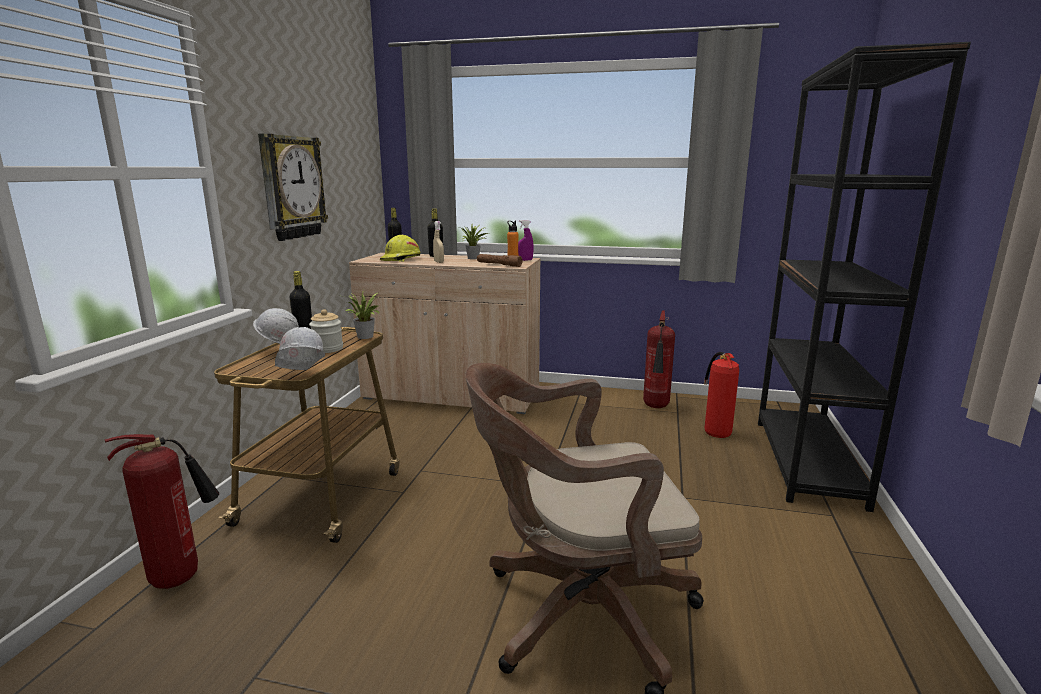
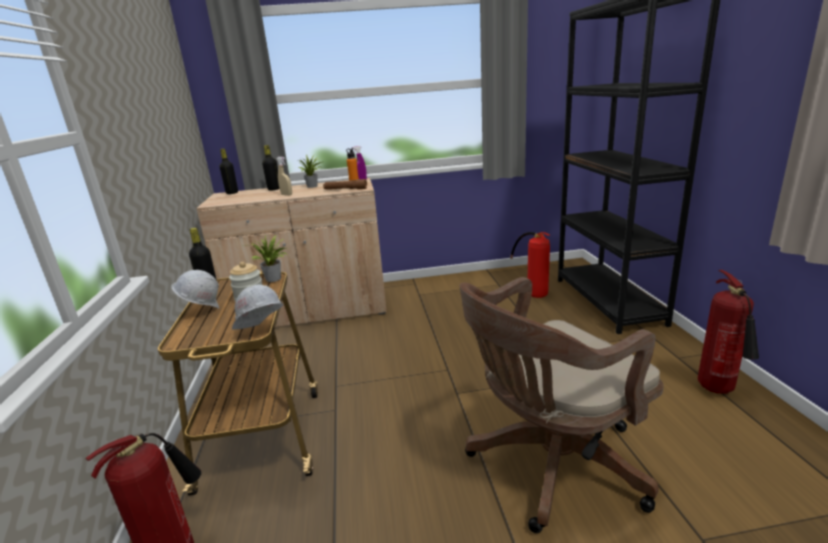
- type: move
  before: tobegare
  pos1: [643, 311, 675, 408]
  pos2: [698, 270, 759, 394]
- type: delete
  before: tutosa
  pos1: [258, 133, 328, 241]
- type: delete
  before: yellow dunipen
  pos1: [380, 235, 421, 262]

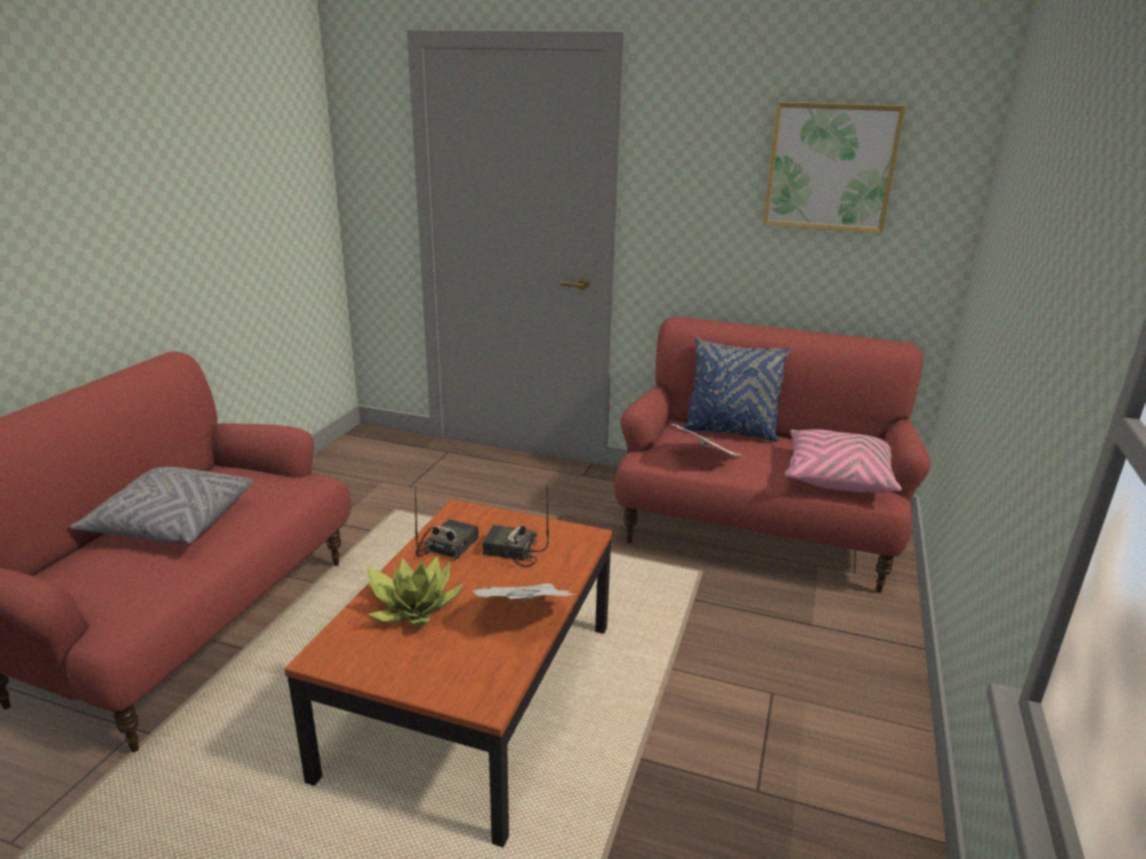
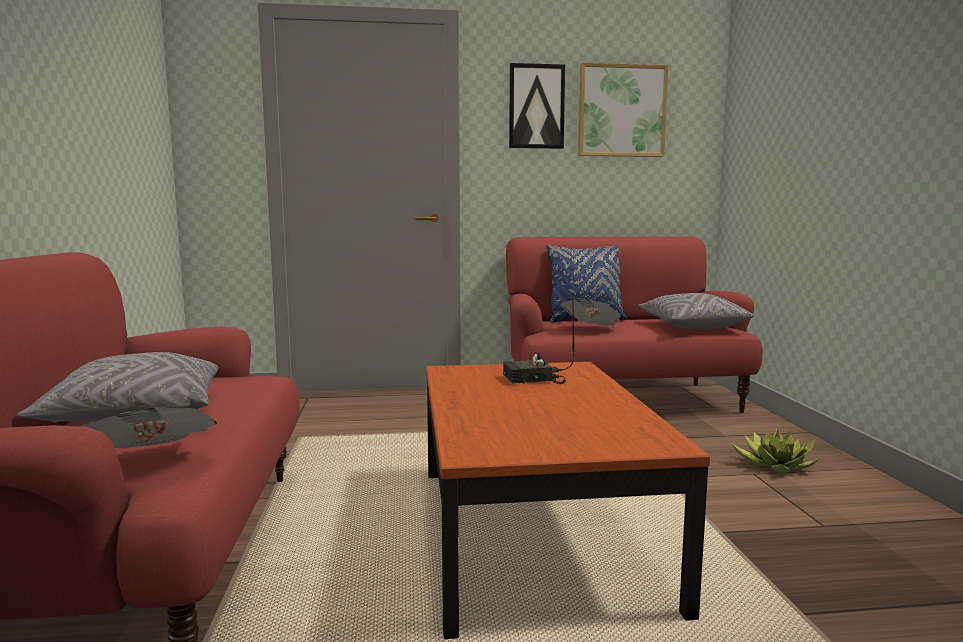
- type: move
  before: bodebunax
  pos1: [473, 584, 576, 602]
  pos2: [79, 407, 218, 448]
- type: insert
  after: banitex
  pos2: [509, 63, 565, 149]
- type: recolor
  before: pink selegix
  after: grey selegix
  pos1: [784, 429, 902, 493]
  pos2: [638, 293, 754, 330]
- type: move
  before: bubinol
  pos1: [367, 556, 464, 626]
  pos2: [731, 429, 820, 473]
- type: delete
  before: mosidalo
  pos1: [415, 486, 479, 561]

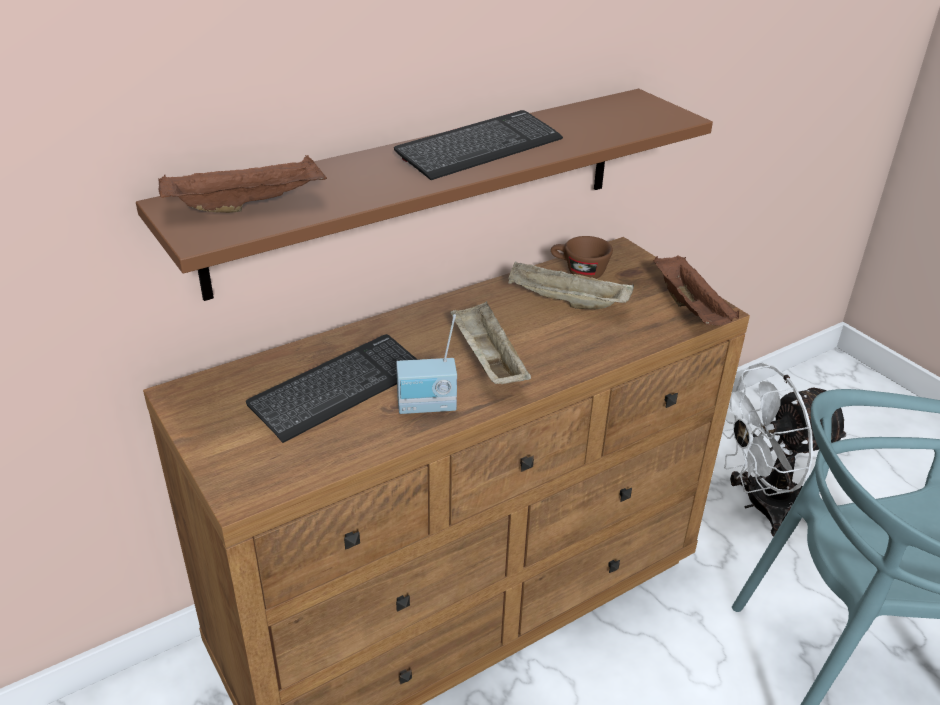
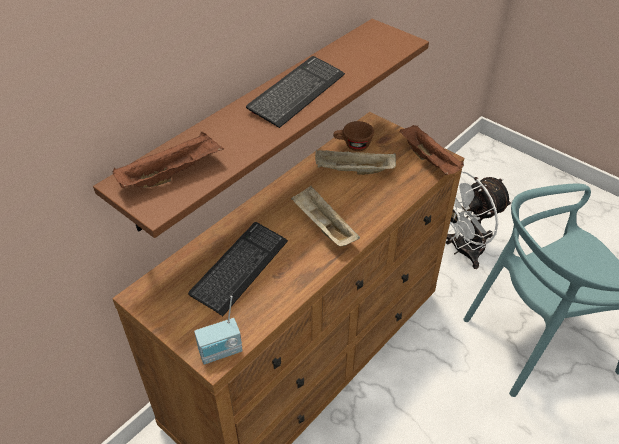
- type: move
  before: mosidalo
  pos1: [396, 314, 457, 414]
  pos2: [194, 296, 243, 364]

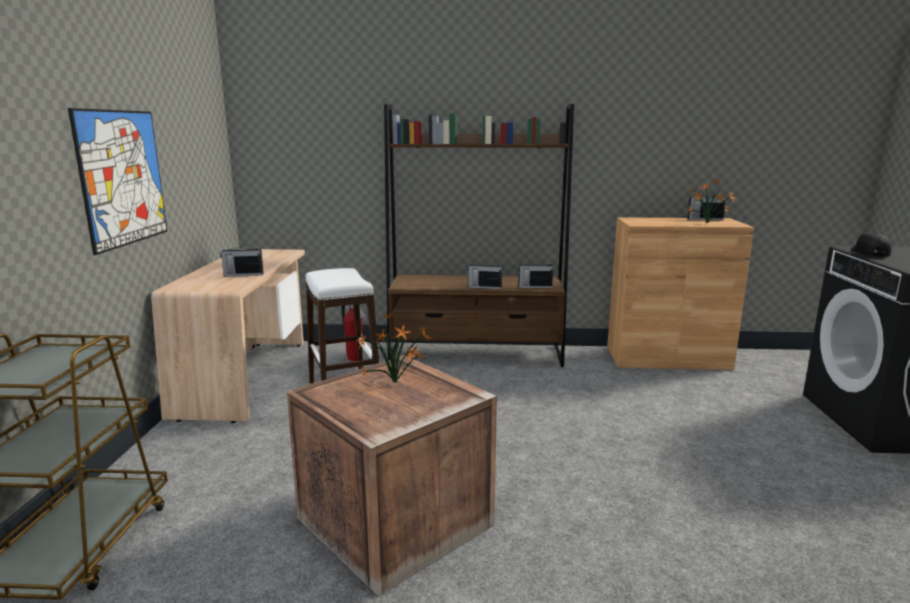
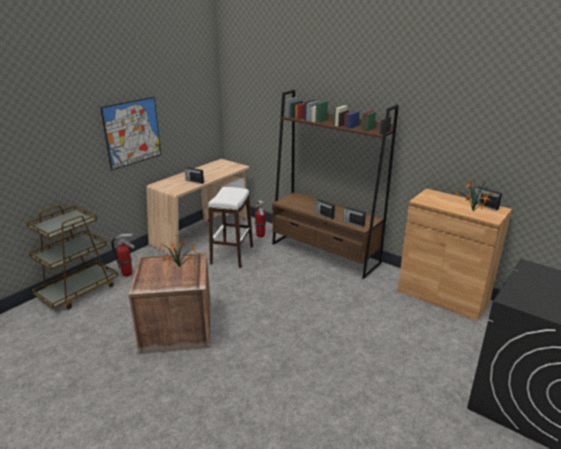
- type: insert
  after: tobegare
  pos2: [111, 233, 135, 277]
- type: delete
  before: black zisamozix
  pos1: [851, 232, 892, 257]

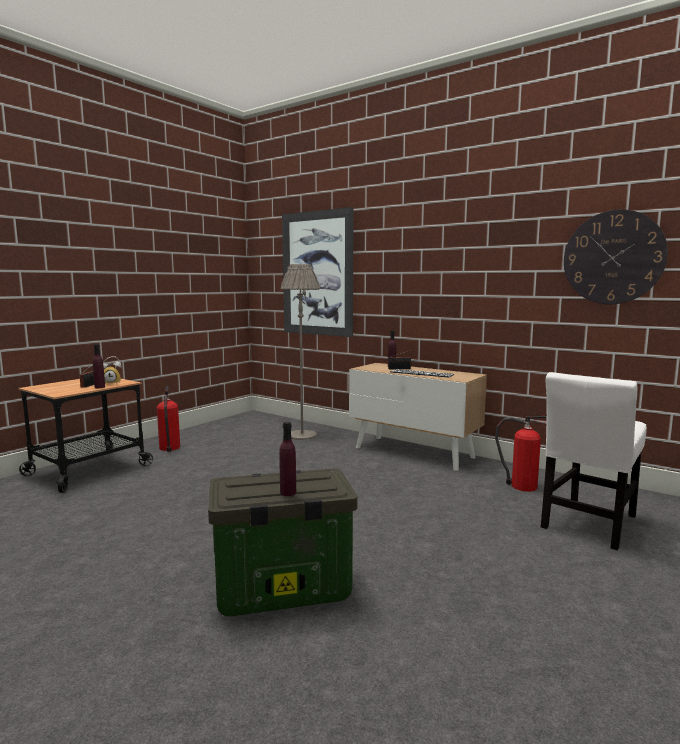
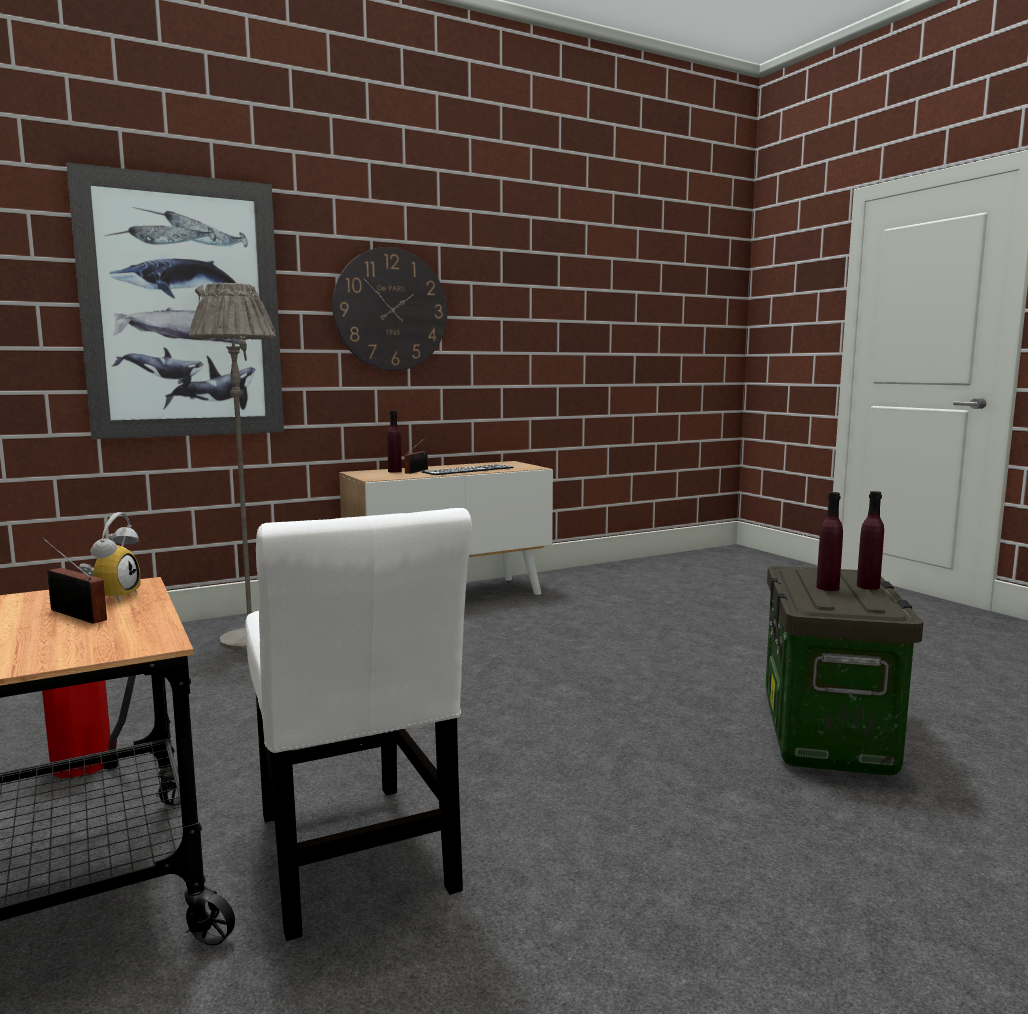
- type: move
  before: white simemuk
  pos1: [541, 372, 647, 550]
  pos2: [245, 508, 472, 941]
- type: move
  before: tutosa
  pos1: [564, 209, 668, 304]
  pos2: [332, 247, 447, 371]
- type: move
  before: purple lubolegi
  pos1: [93, 344, 105, 388]
  pos2: [816, 492, 843, 591]
- type: delete
  before: tobegare
  pos1: [495, 416, 547, 492]

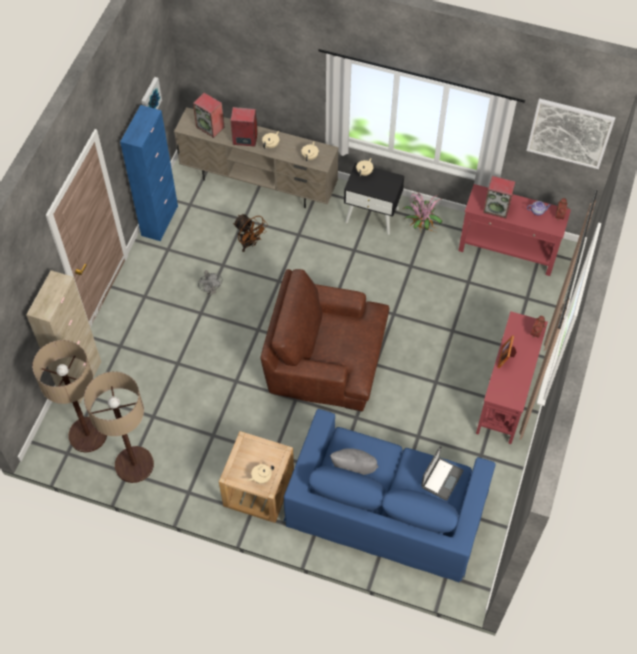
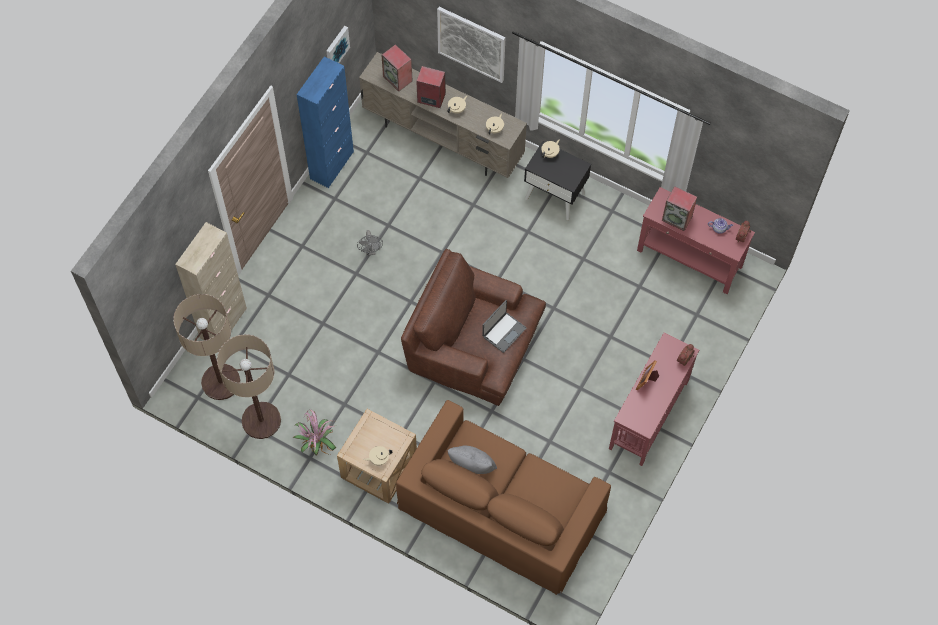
- type: move
  before: bubinol
  pos1: [403, 192, 443, 232]
  pos2: [293, 410, 336, 456]
- type: recolor
  before: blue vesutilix
  after: brown vesutilix
  pos1: [284, 409, 496, 582]
  pos2: [396, 400, 611, 595]
- type: move
  before: banitex
  pos1: [526, 98, 616, 169]
  pos2: [437, 7, 505, 83]
- type: move
  before: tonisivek
  pos1: [421, 445, 464, 501]
  pos2: [482, 300, 526, 353]
- type: delete
  before: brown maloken
  pos1: [233, 214, 268, 252]

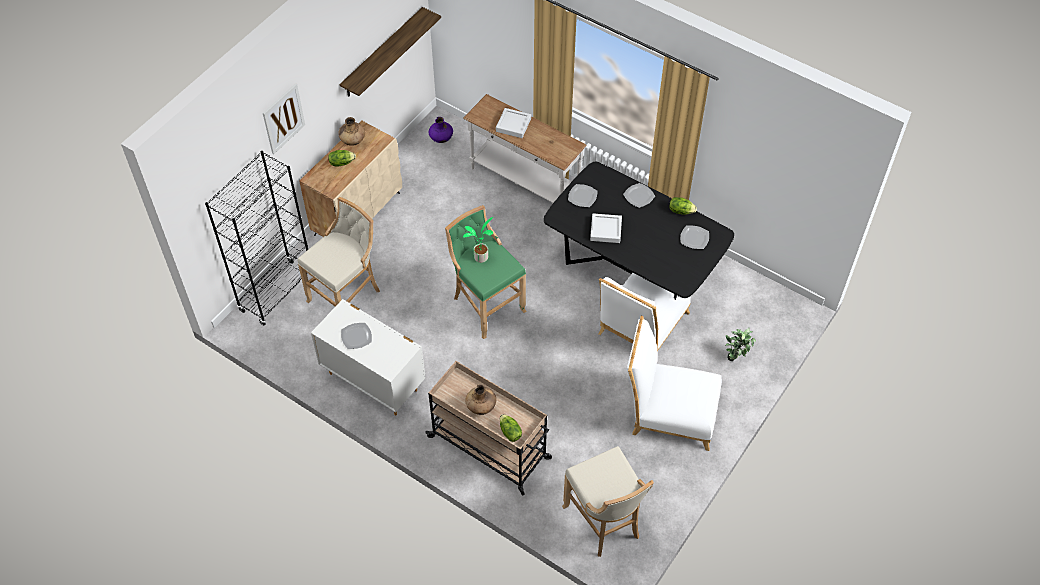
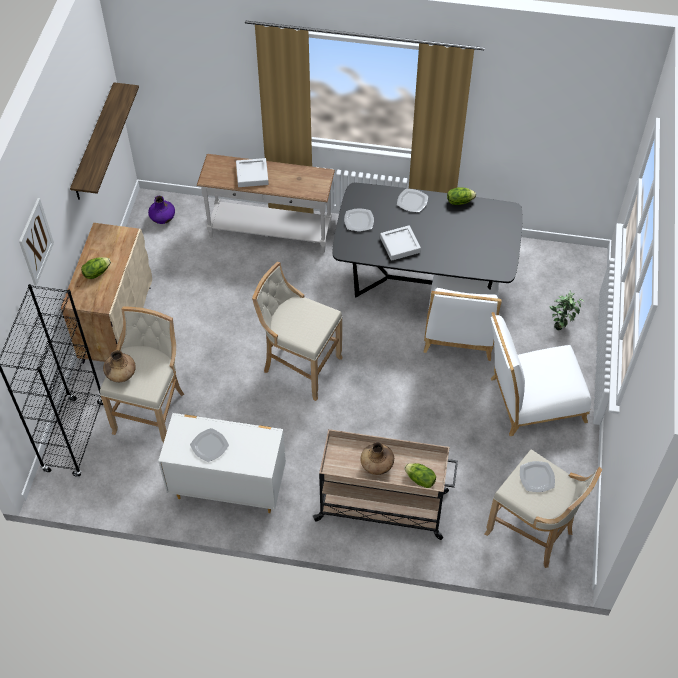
- type: move
  before: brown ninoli
  pos1: [338, 117, 365, 146]
  pos2: [103, 350, 136, 382]
- type: recolor
  before: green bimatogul
  after: beige bimatogul
  pos1: [445, 205, 526, 339]
  pos2: [252, 262, 343, 401]
- type: move
  before: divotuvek
  pos1: [680, 226, 709, 249]
  pos2: [520, 461, 555, 492]
- type: delete
  before: bubinol
  pos1: [463, 217, 494, 263]

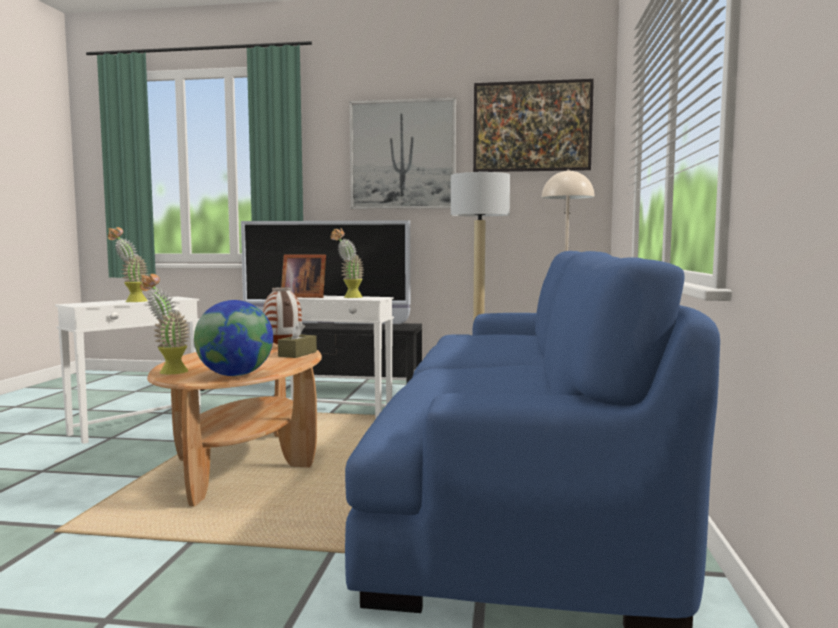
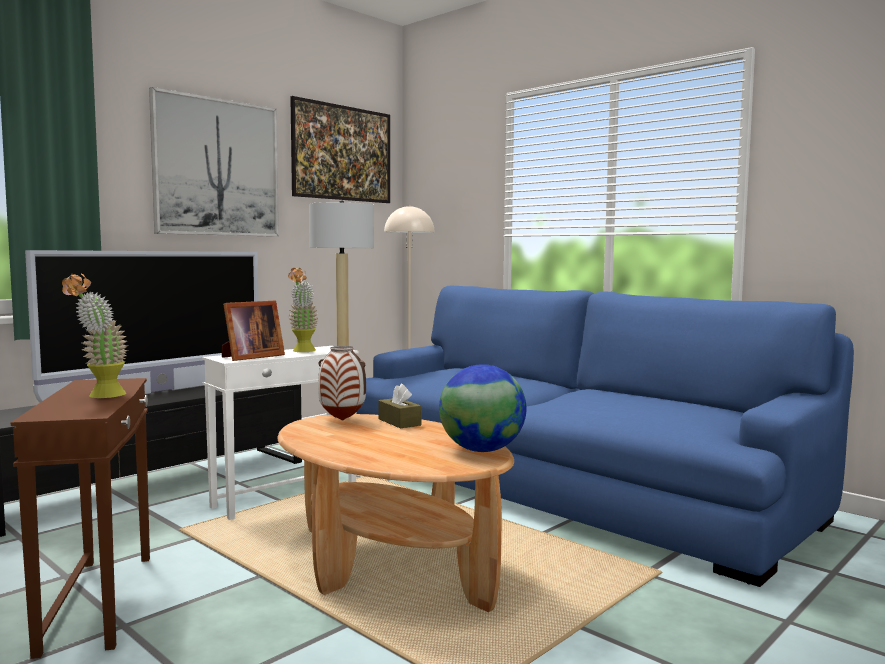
- type: recolor
  before: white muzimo
  after: brown muzimo
  pos1: [55, 297, 201, 444]
  pos2: [11, 378, 150, 659]
- type: delete
  before: bubinol
  pos1: [140, 274, 189, 375]

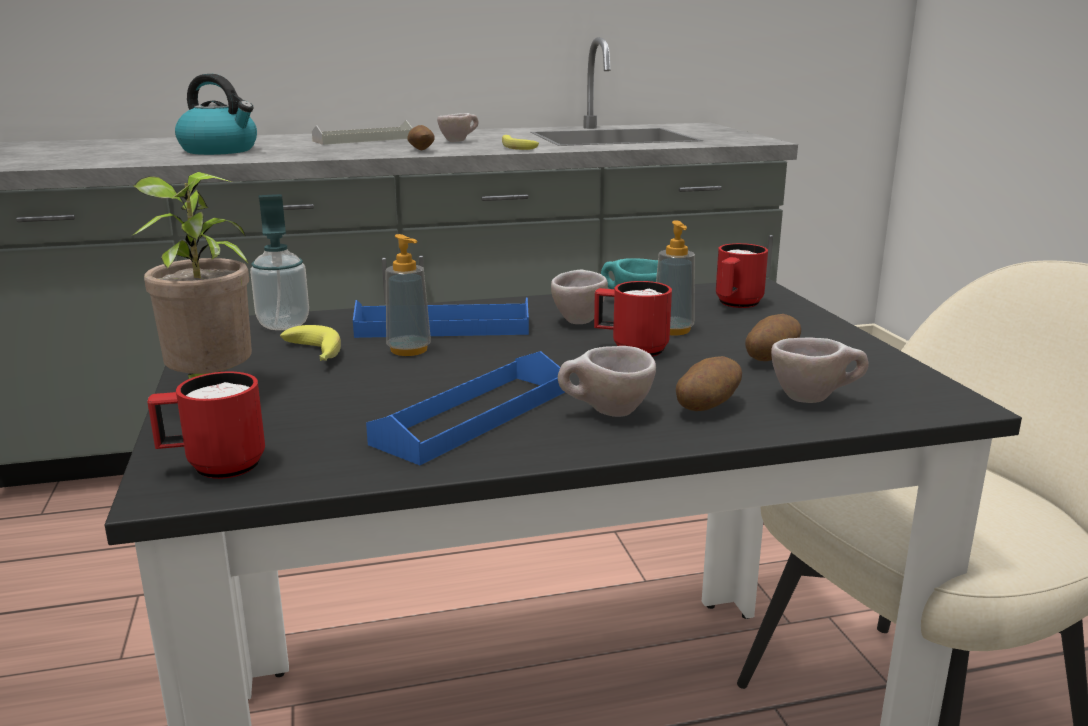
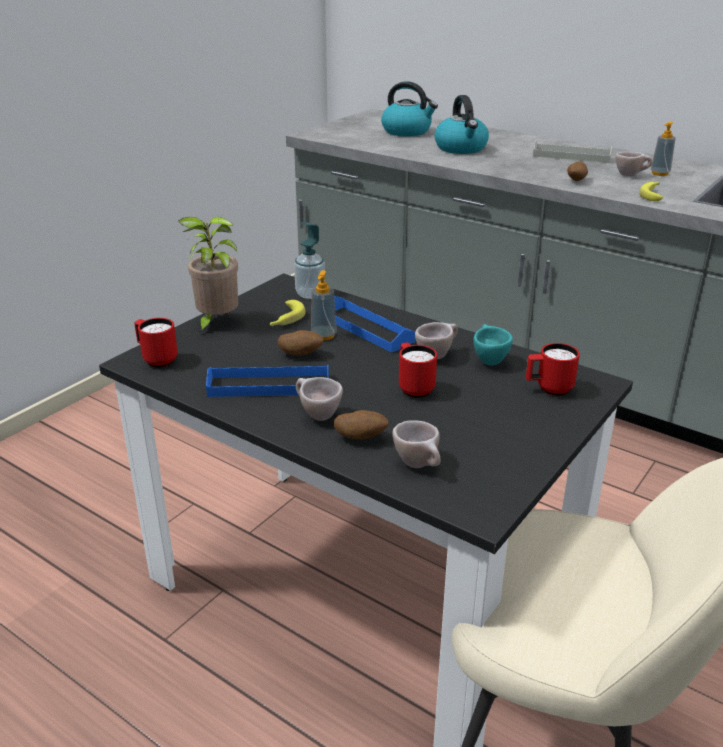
- type: move
  before: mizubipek
  pos1: [745, 314, 801, 361]
  pos2: [278, 330, 324, 356]
- type: insert
  after: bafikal
  pos2: [381, 81, 438, 136]
- type: move
  before: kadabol
  pos1: [656, 220, 695, 335]
  pos2: [651, 122, 676, 176]

